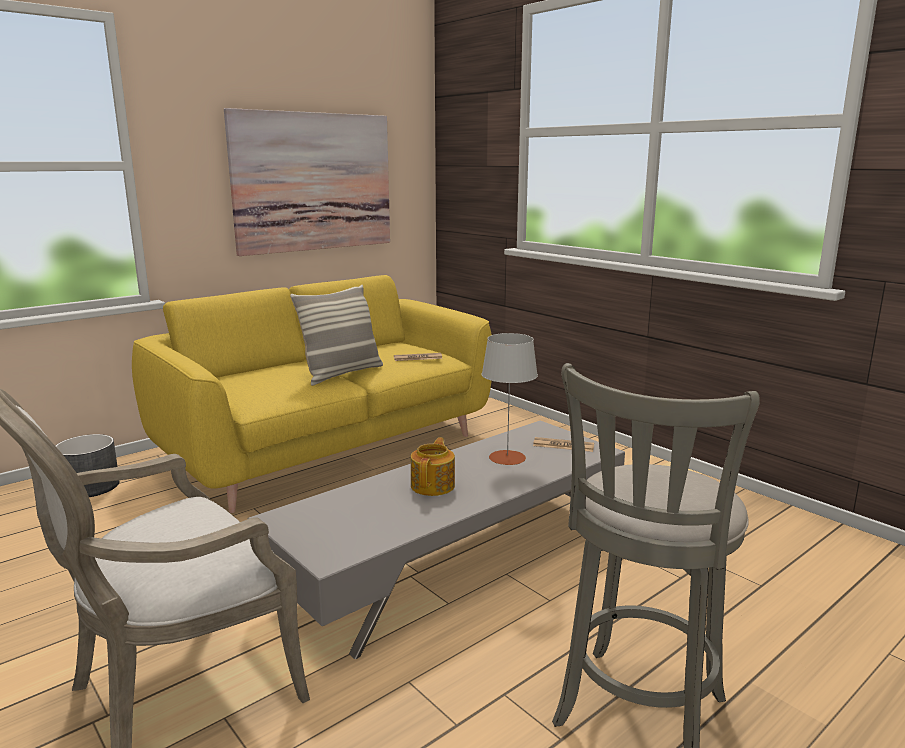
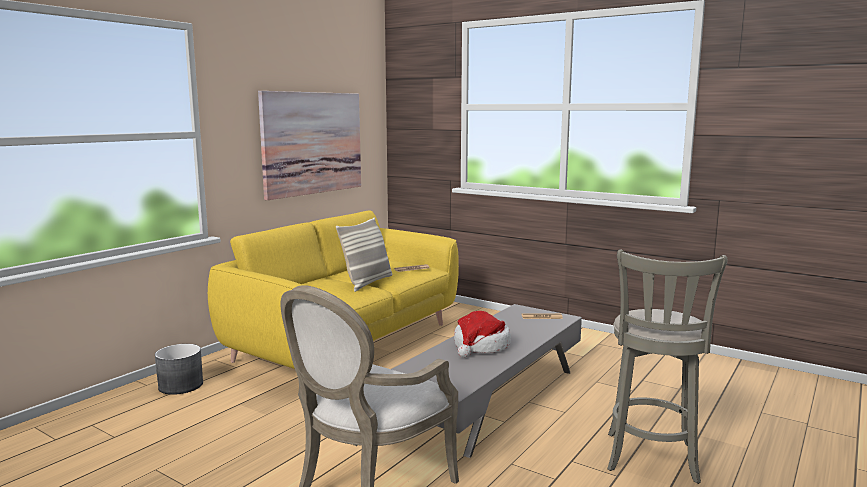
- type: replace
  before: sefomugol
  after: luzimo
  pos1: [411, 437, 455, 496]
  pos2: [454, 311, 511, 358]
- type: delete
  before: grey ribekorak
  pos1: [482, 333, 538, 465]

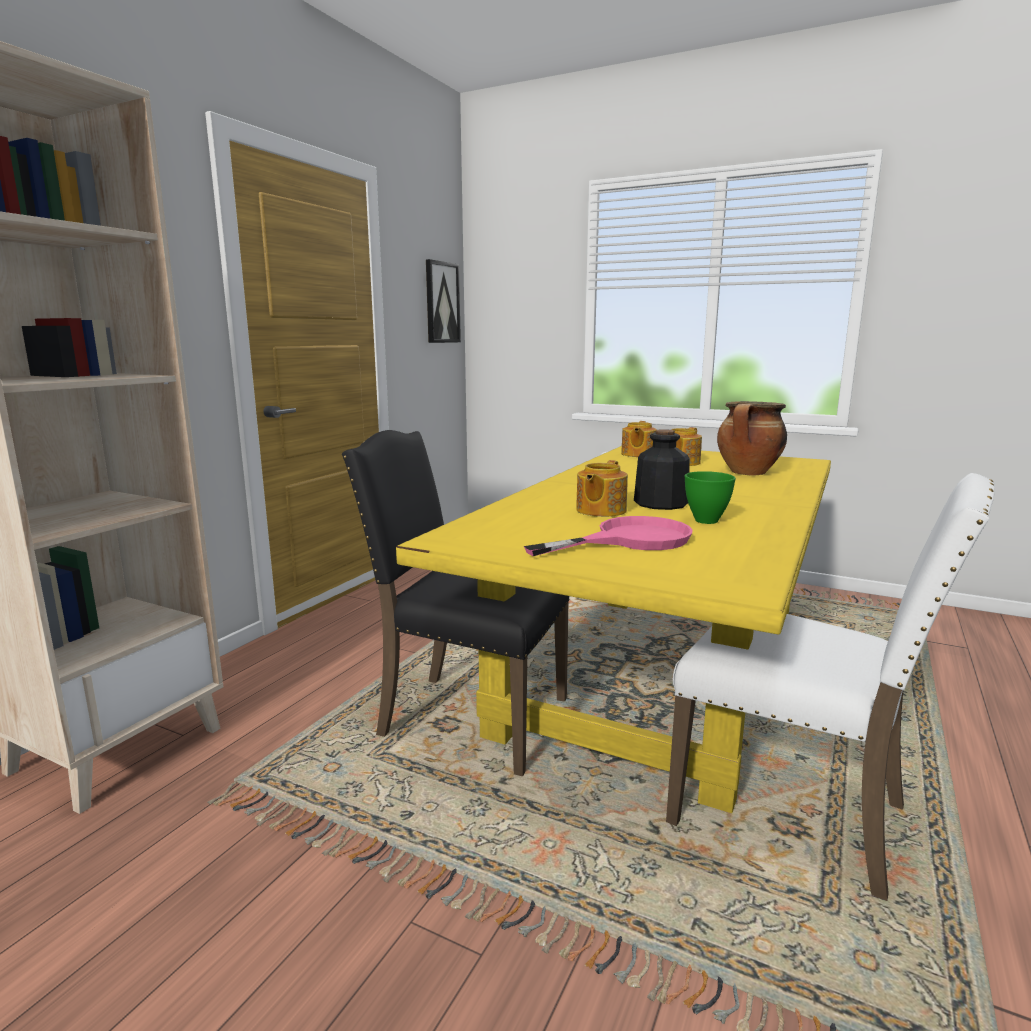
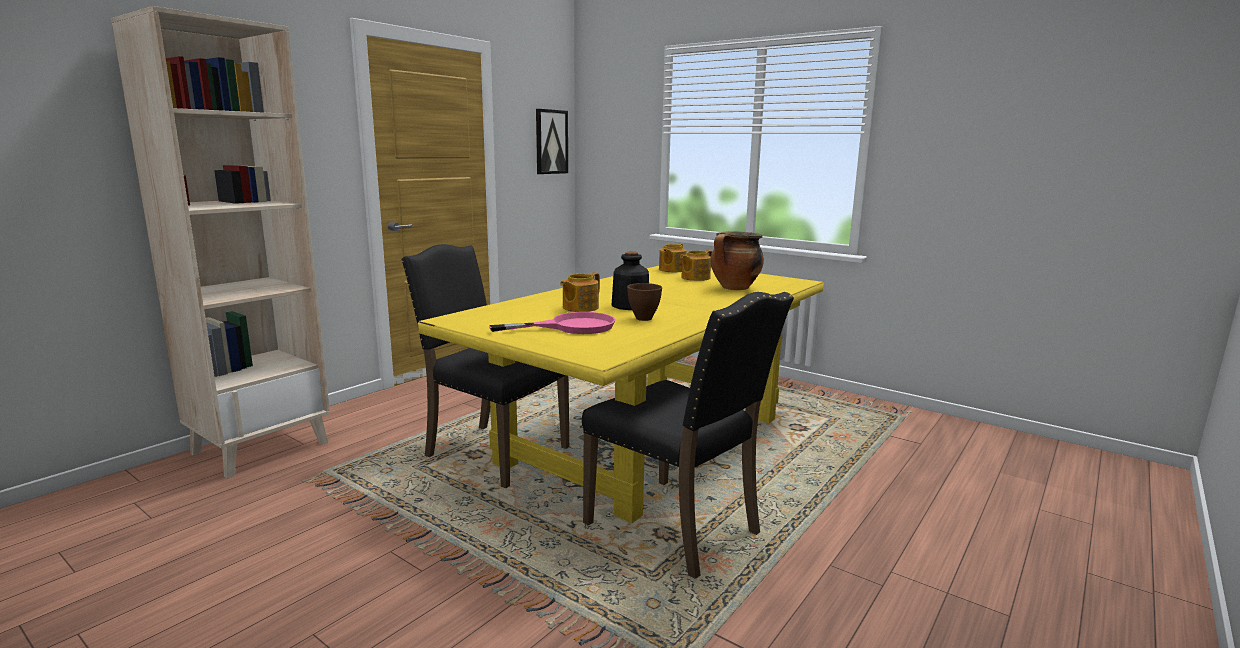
- type: recolor
  before: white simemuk
  after: black simemuk
  pos1: [666, 473, 995, 901]
  pos2: [582, 292, 794, 579]
- type: recolor
  before: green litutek
  after: brown litutek
  pos1: [685, 471, 736, 524]
  pos2: [627, 283, 662, 321]

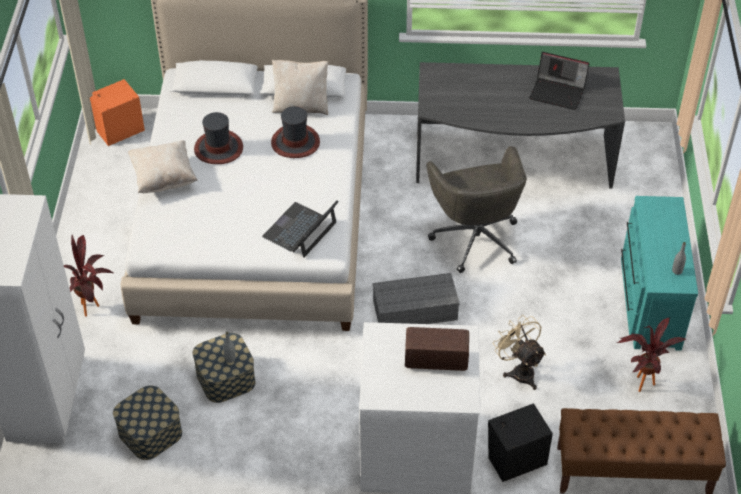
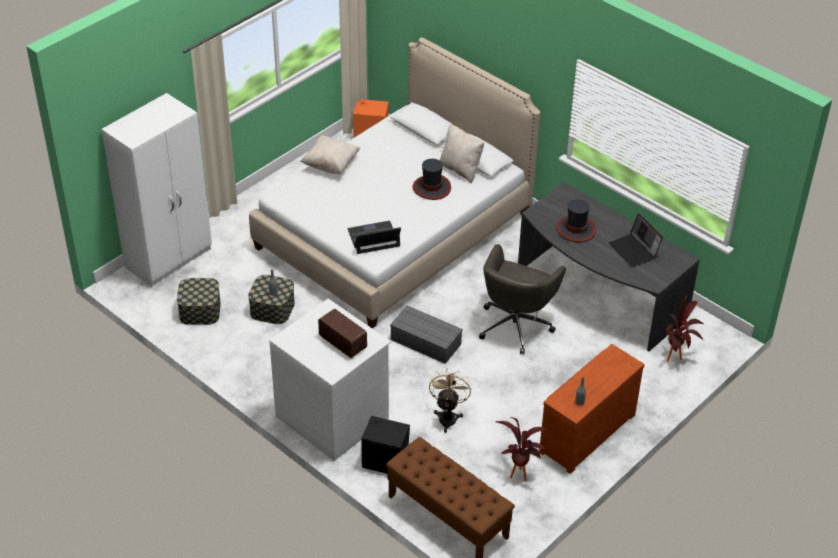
- type: recolor
  before: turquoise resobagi
  after: brown resobagi
  pos1: [621, 196, 698, 351]
  pos2: [539, 344, 644, 474]
- type: move
  before: luzimo
  pos1: [194, 112, 243, 164]
  pos2: [556, 199, 597, 242]
- type: move
  before: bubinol
  pos1: [64, 234, 115, 317]
  pos2: [666, 295, 704, 361]

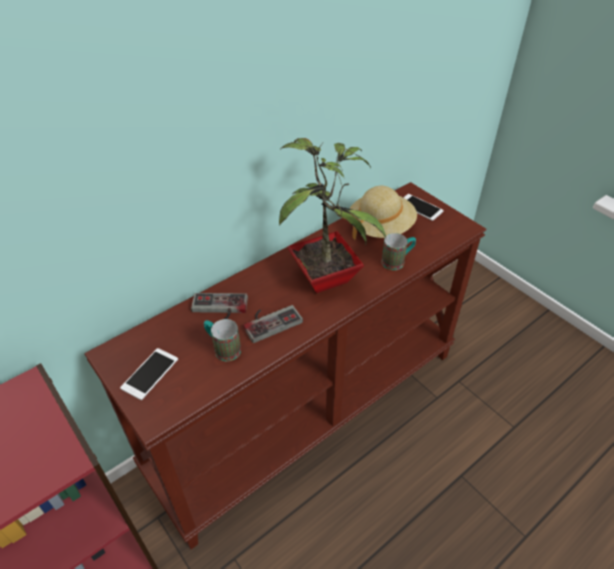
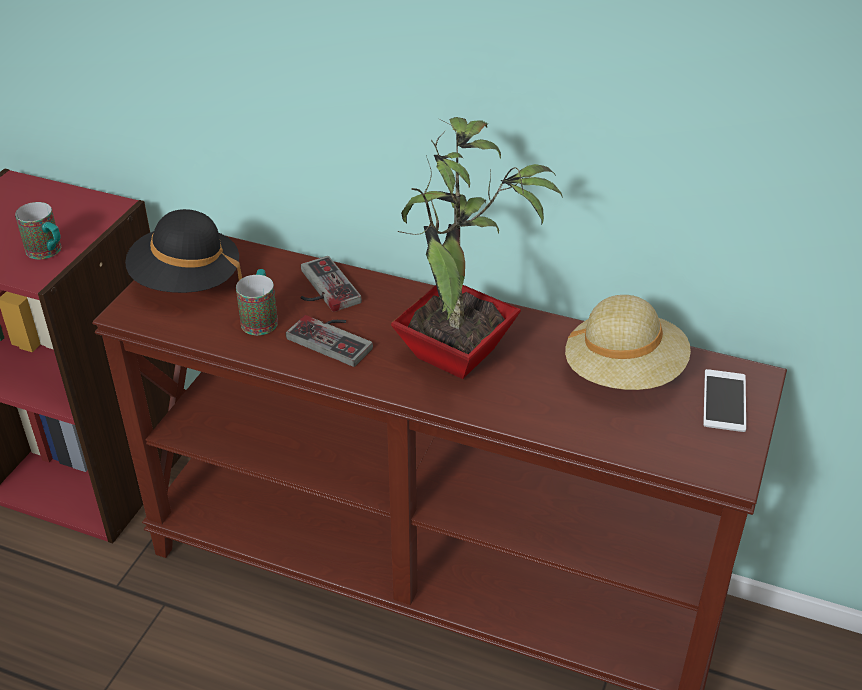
- type: move
  before: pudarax
  pos1: [382, 233, 416, 270]
  pos2: [15, 202, 61, 259]
- type: replace
  before: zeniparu
  after: black luzimo
  pos1: [120, 348, 178, 400]
  pos2: [125, 209, 242, 293]

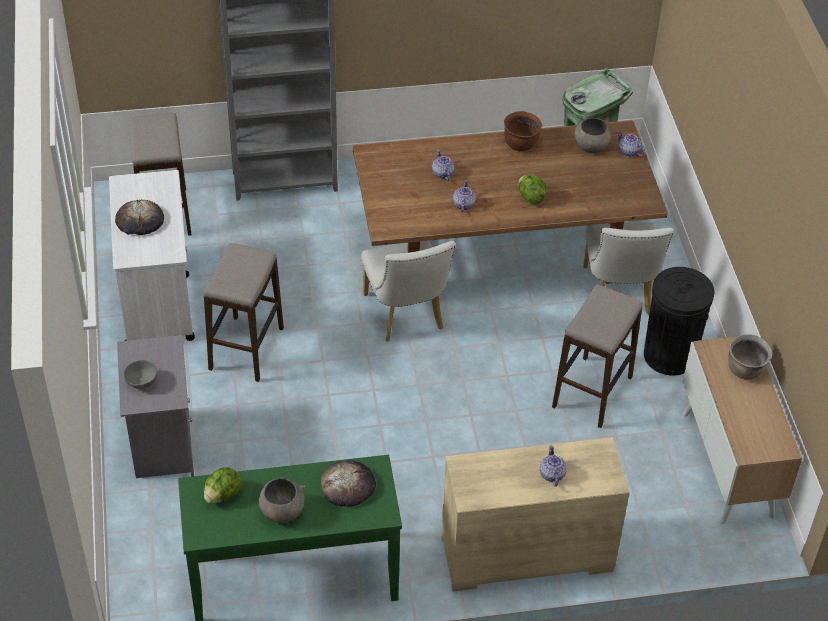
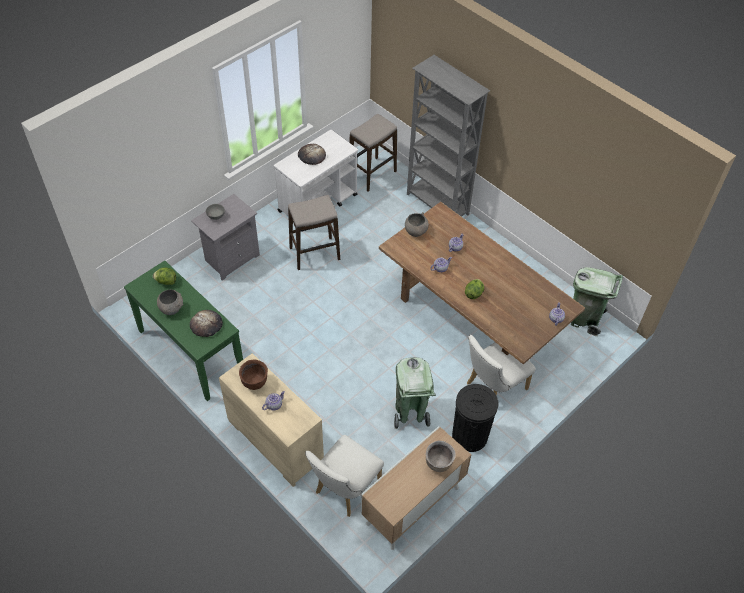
- type: move
  before: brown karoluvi
  pos1: [504, 111, 542, 151]
  pos2: [239, 359, 268, 390]
- type: move
  before: white simemuk
  pos1: [361, 241, 455, 342]
  pos2: [305, 435, 384, 517]
- type: replace
  before: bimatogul
  after: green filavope
  pos1: [552, 284, 643, 428]
  pos2: [394, 357, 436, 429]
- type: move
  before: grey litutek
  pos1: [575, 115, 611, 154]
  pos2: [405, 212, 429, 237]

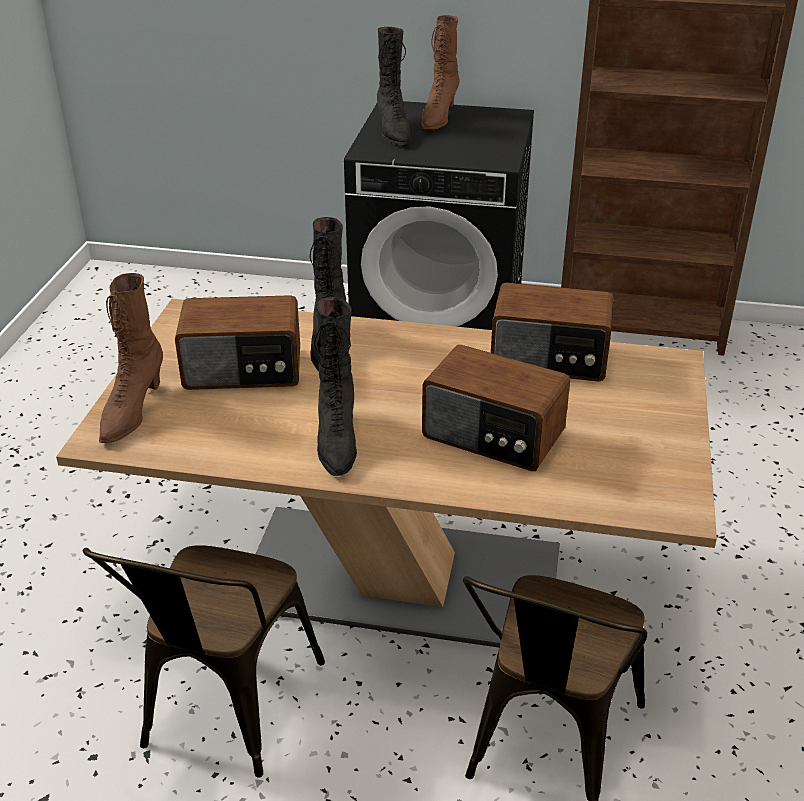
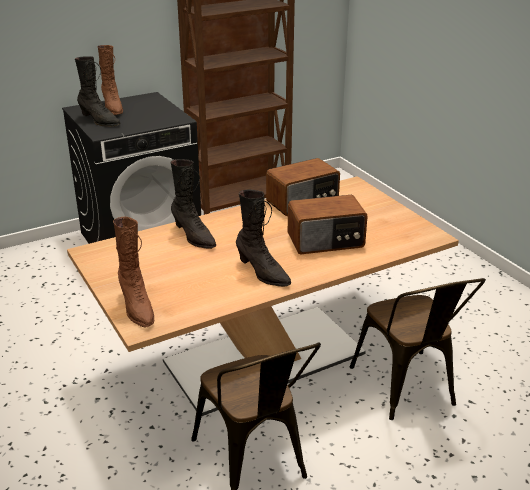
- type: delete
  before: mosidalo
  pos1: [175, 295, 300, 390]

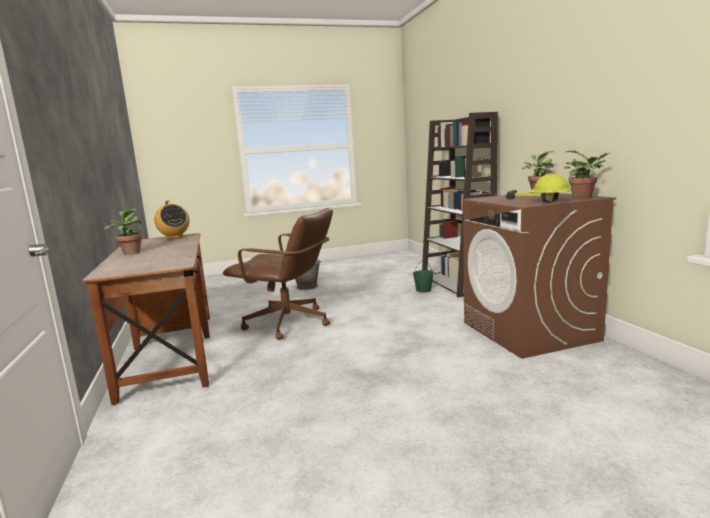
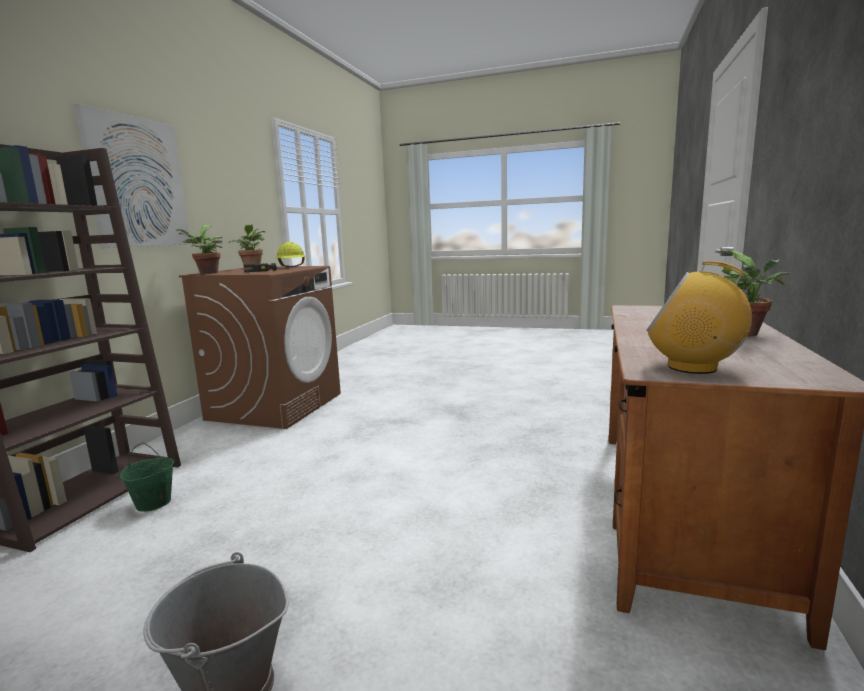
- type: insert
  after: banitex
  pos2: [74, 103, 191, 248]
- type: rotate
  before: mosidalo
  pos1: [154, 200, 190, 239]
  pos2: [646, 261, 757, 374]
  turn: -60
- type: delete
  before: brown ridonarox
  pos1: [223, 208, 333, 340]

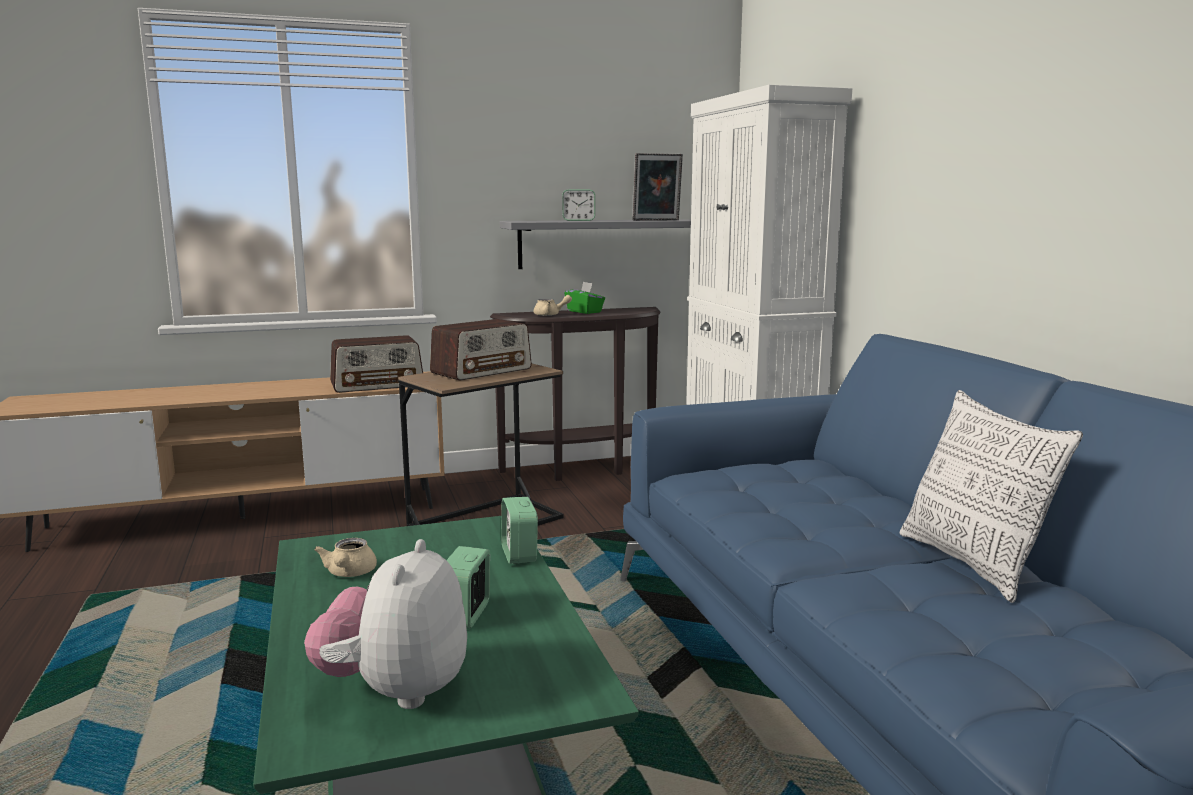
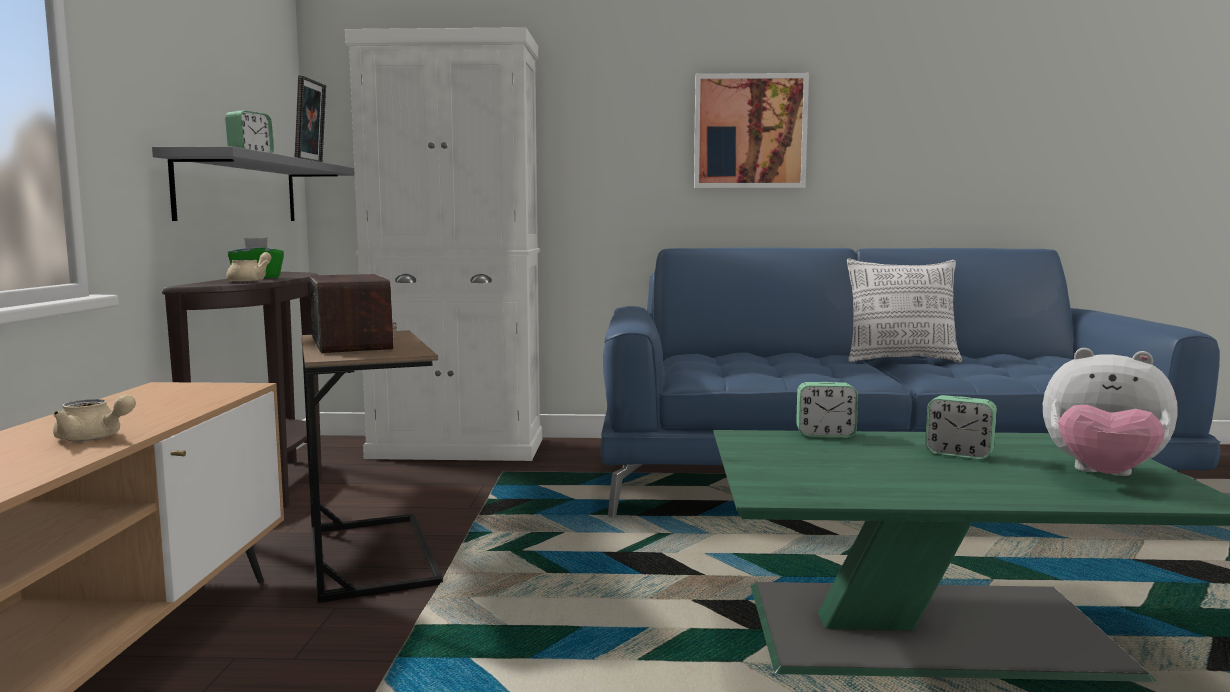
- type: move
  before: beige sefomugol
  pos1: [314, 538, 377, 577]
  pos2: [53, 394, 136, 441]
- type: insert
  after: banitex
  pos2: [694, 73, 809, 188]
- type: delete
  before: mosidalo
  pos1: [330, 335, 423, 393]

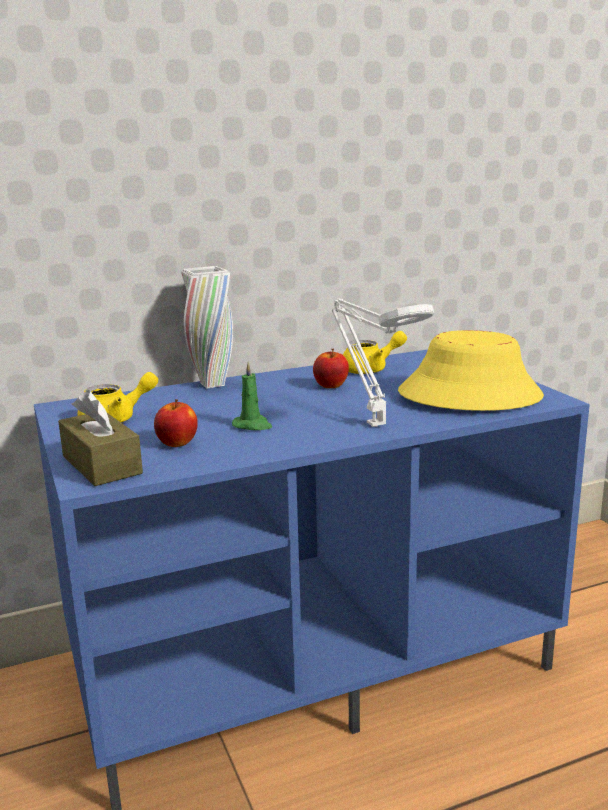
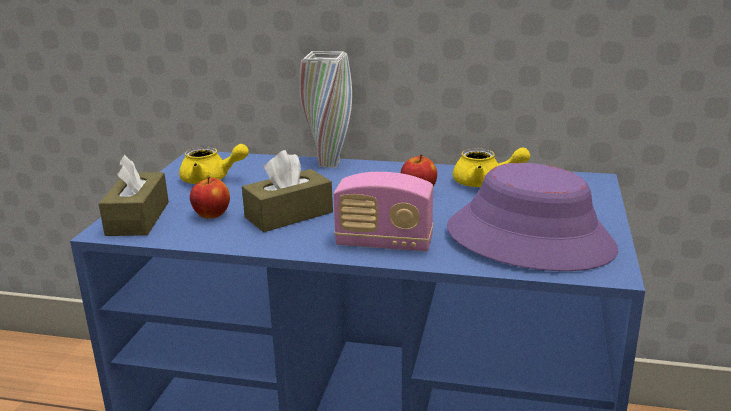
- type: replace
  before: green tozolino
  after: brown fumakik
  pos1: [232, 362, 272, 430]
  pos2: [242, 150, 333, 232]
- type: replace
  before: white ribekorak
  after: mosidalo
  pos1: [332, 299, 434, 427]
  pos2: [333, 172, 433, 251]
- type: recolor
  before: yellow luzimo
  after: purple luzimo
  pos1: [398, 330, 544, 411]
  pos2: [447, 163, 618, 271]

